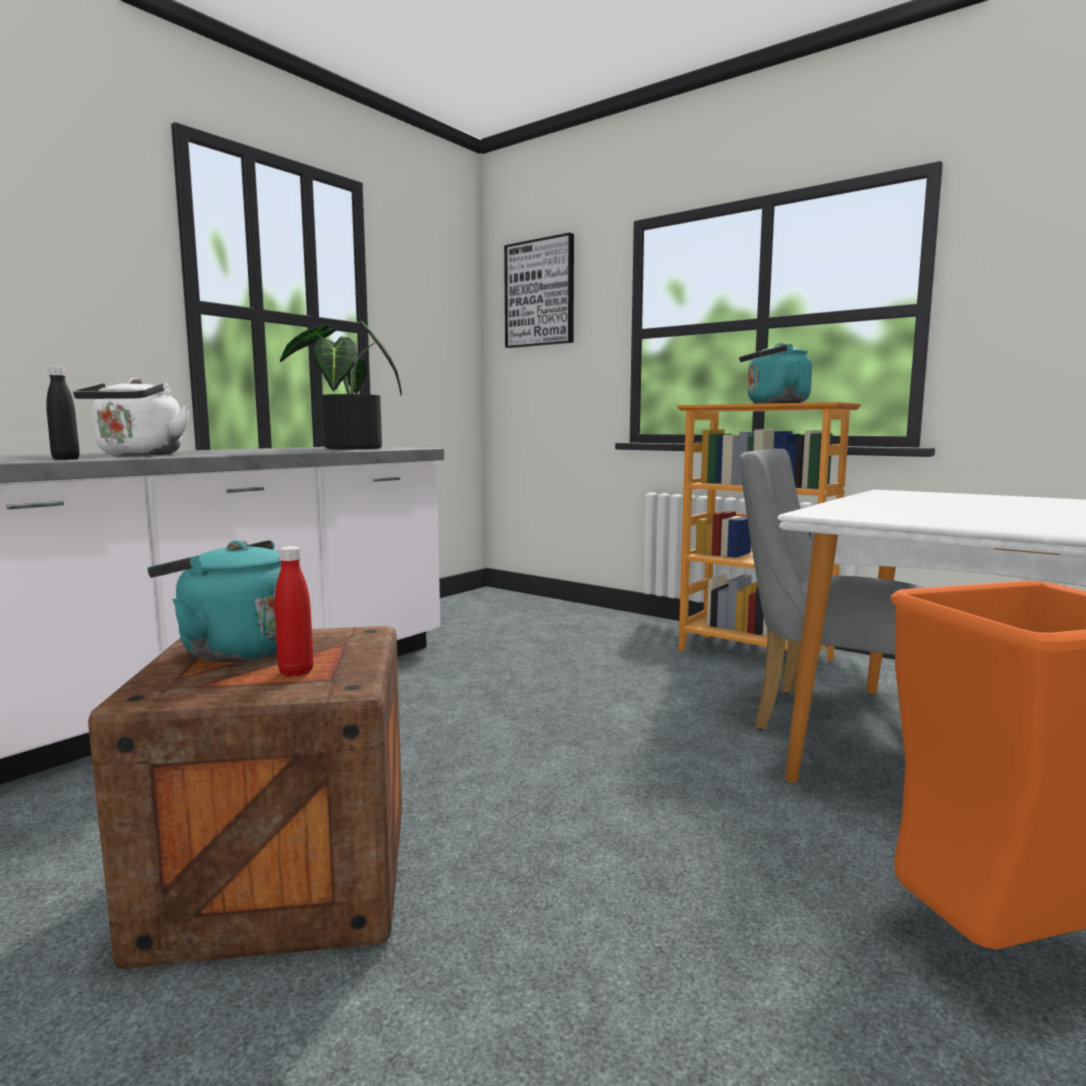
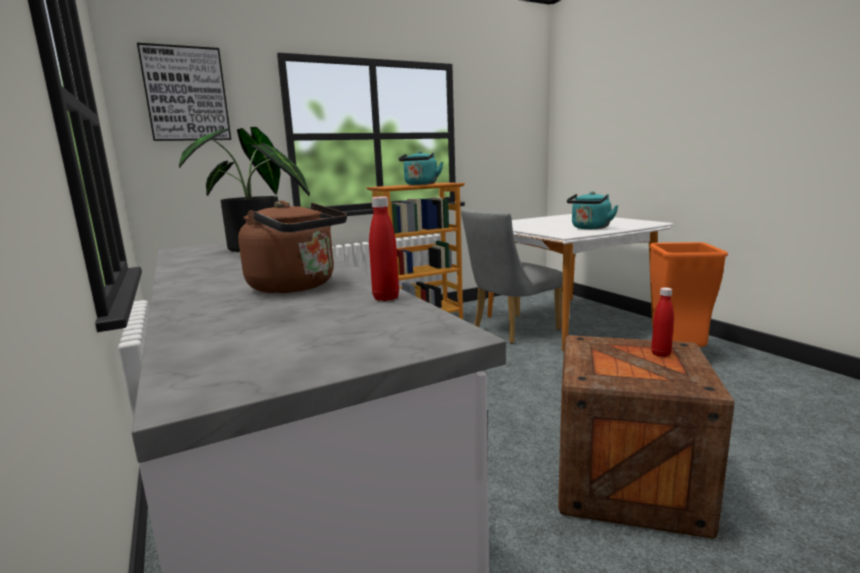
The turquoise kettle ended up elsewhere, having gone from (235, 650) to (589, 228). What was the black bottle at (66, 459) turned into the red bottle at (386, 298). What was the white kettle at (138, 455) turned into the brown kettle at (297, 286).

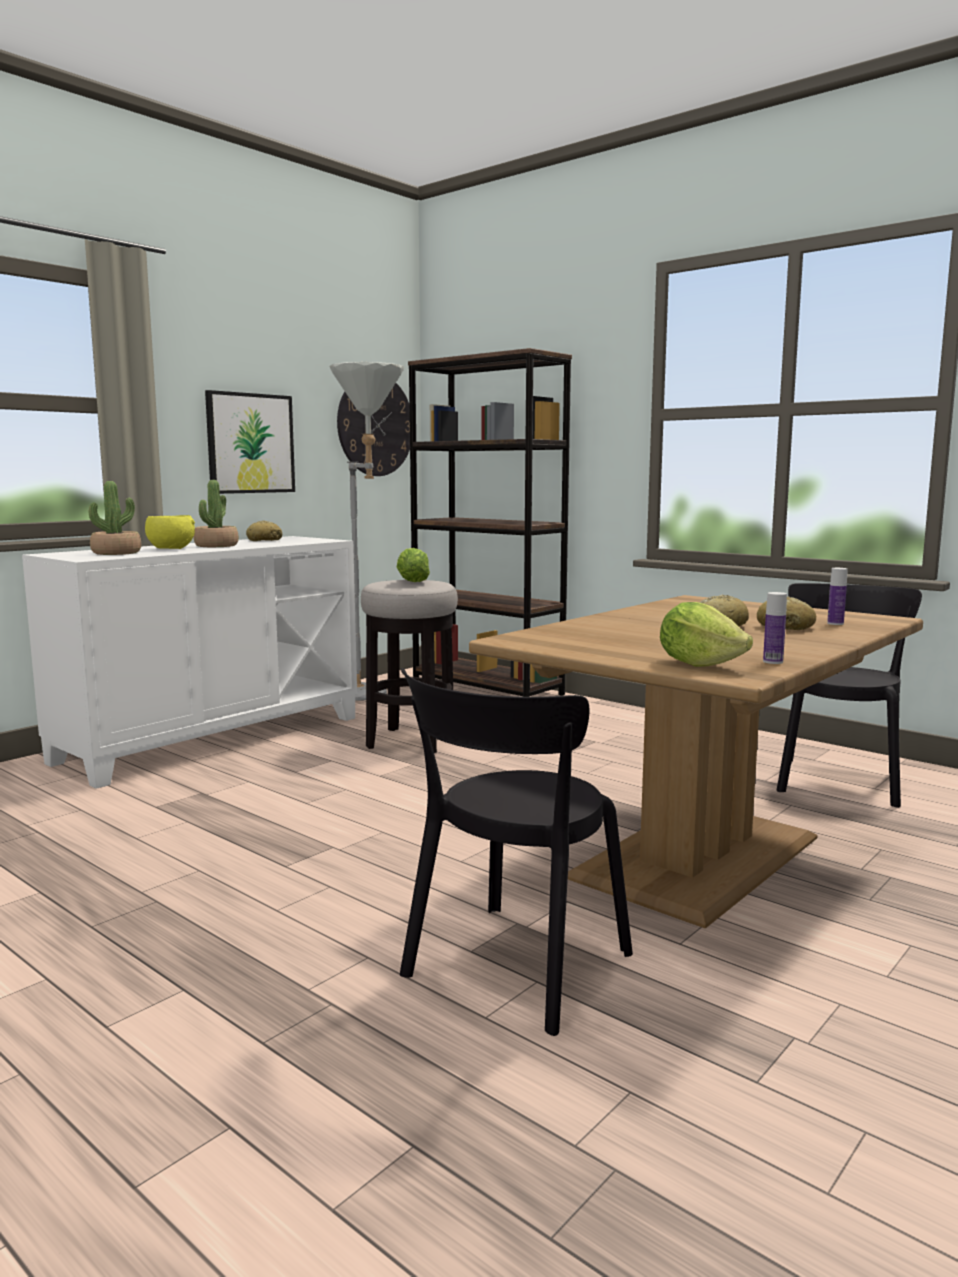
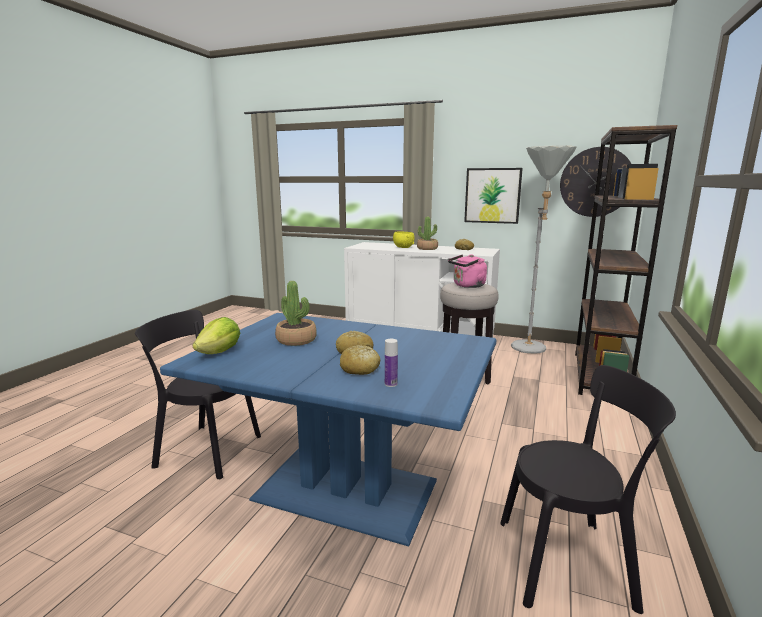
The second view lost the bottle at (773, 662). The potted plant ended up elsewhere, having gone from (116, 553) to (296, 340). Where the lettuce stood at (412, 582), the pink kettle came to stand at (467, 286). What was the brown dining table at (700, 858) turned into the blue dining table at (345, 491).

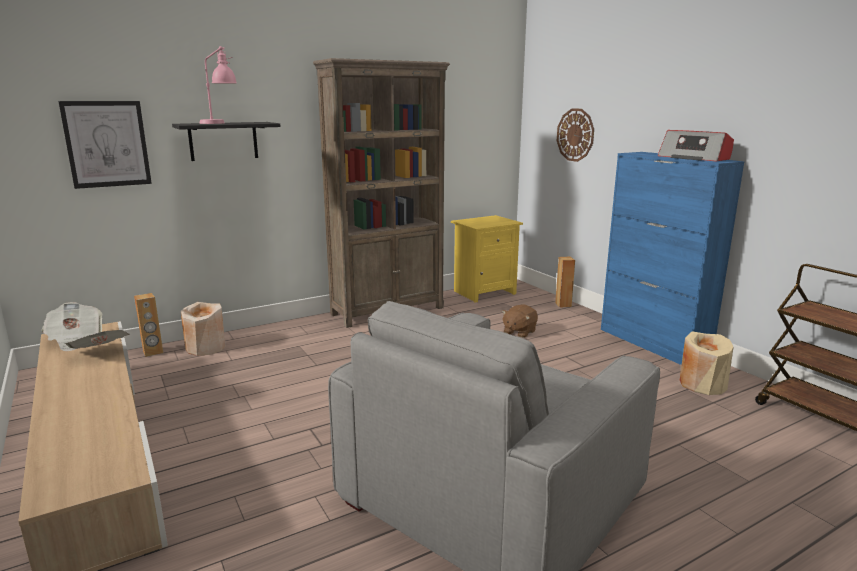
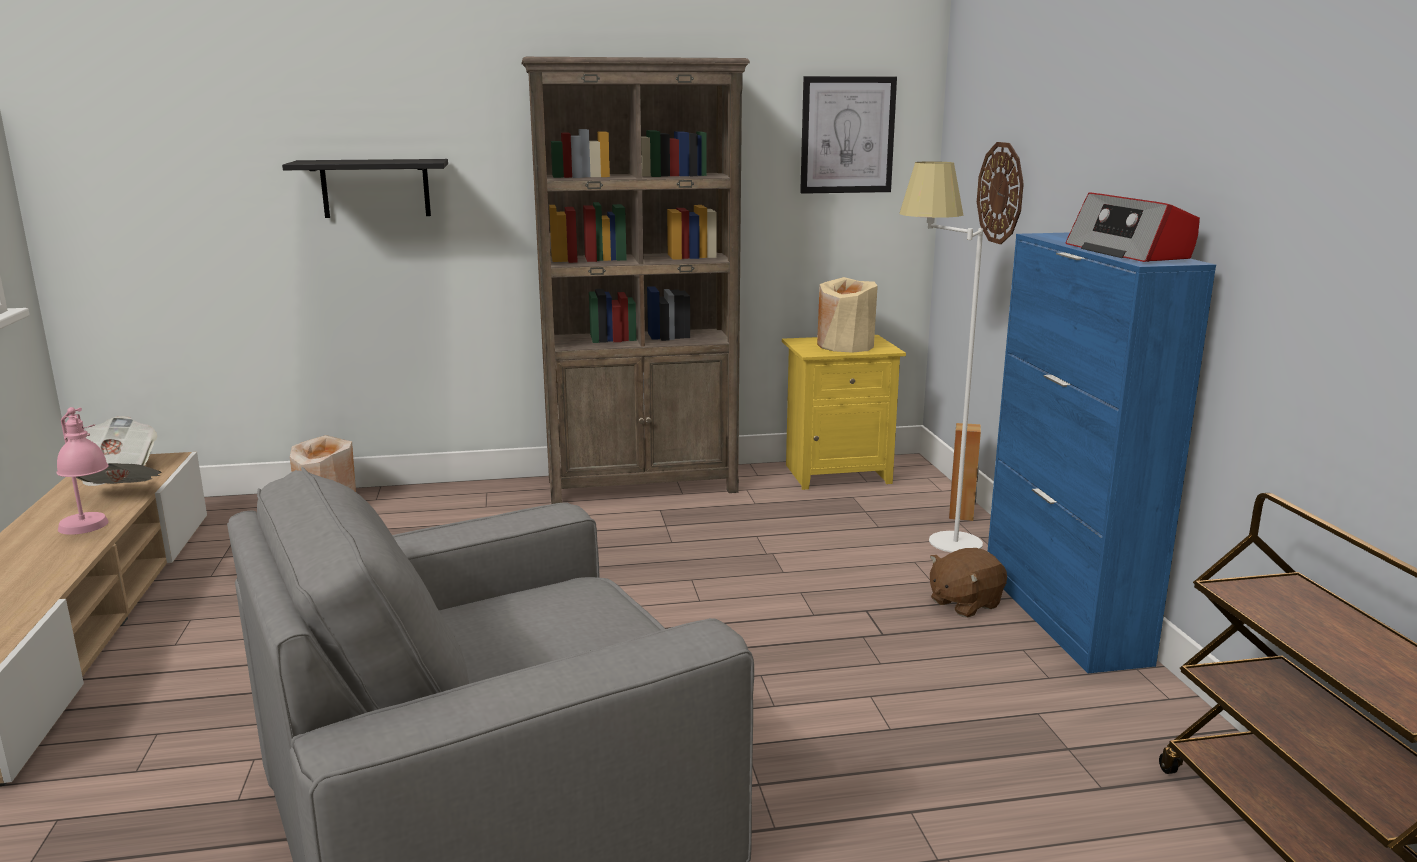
The second view lost the brown speaker at (153, 352). The second view gained the white floor lamp at (930, 540). The picture ended up elsewhere, having gone from (107, 144) to (847, 135). The pink table lamp ended up elsewhere, having gone from (220, 123) to (90, 531). The brown plush toy ended up elsewhere, having gone from (519, 332) to (964, 603). The beige vase ended up elsewhere, having gone from (702, 384) to (845, 346).

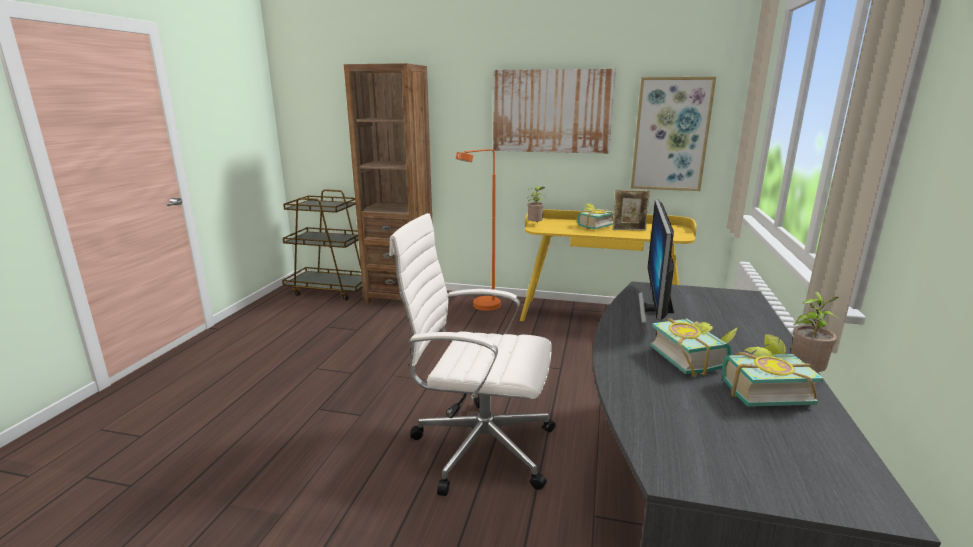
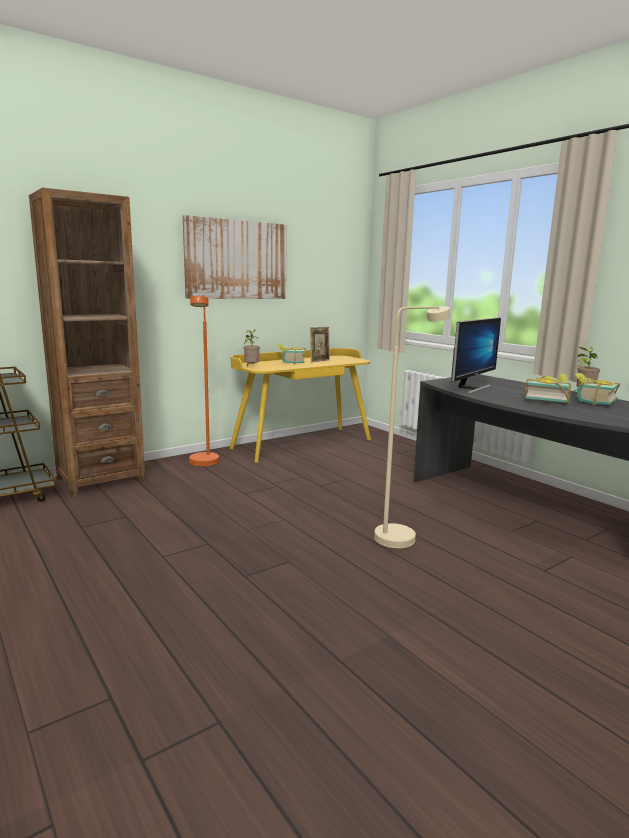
The second view lost the picture at (671, 135). Where the white office chair stood at (479, 446), the beige floor lamp came to stand at (401, 535). The monitor at (654, 309) ended up facing another way, 105 degrees counterclockwise from before.

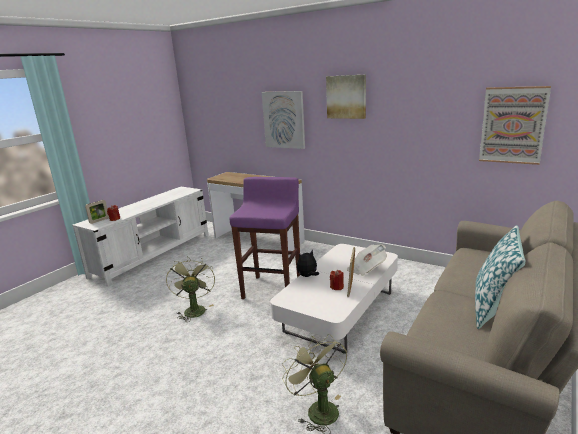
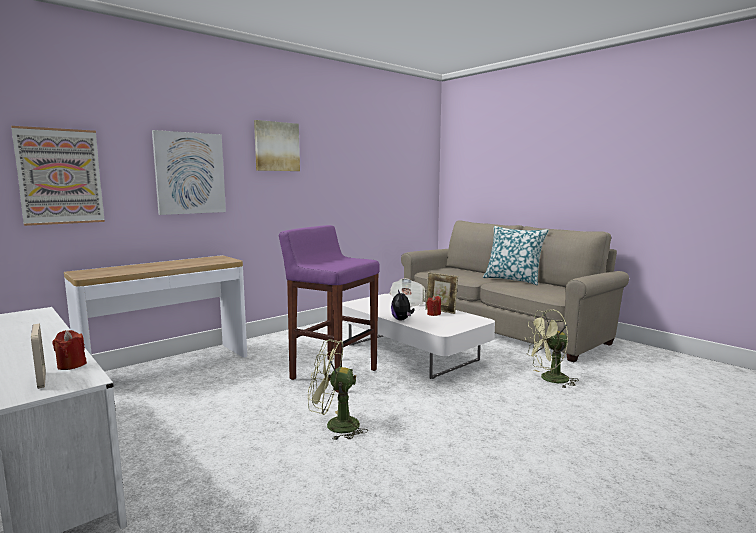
The picture ended up elsewhere, having gone from (512, 125) to (60, 176).

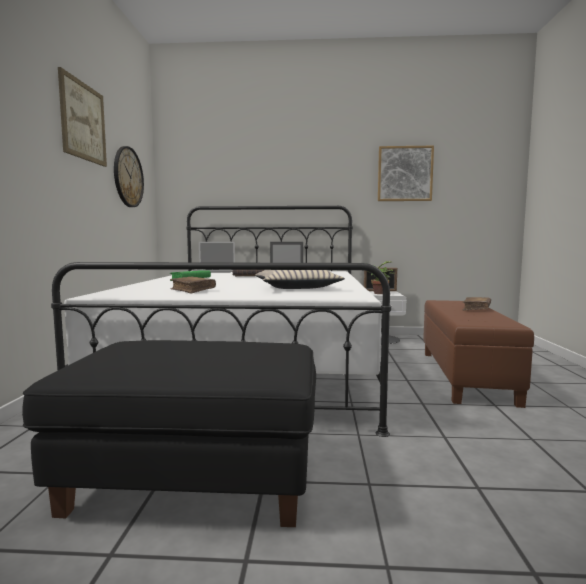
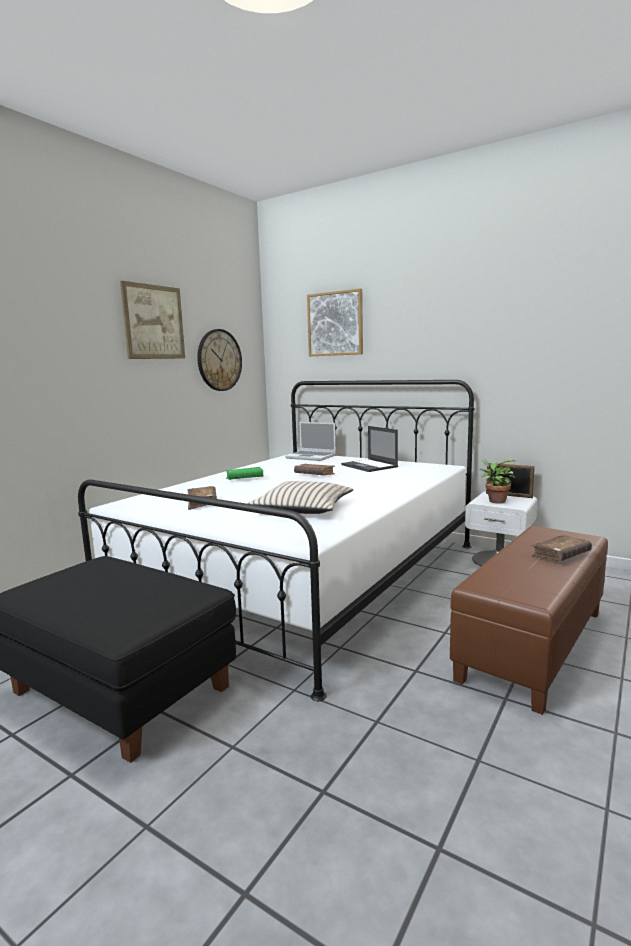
The picture ended up elsewhere, having gone from (405, 174) to (335, 324).

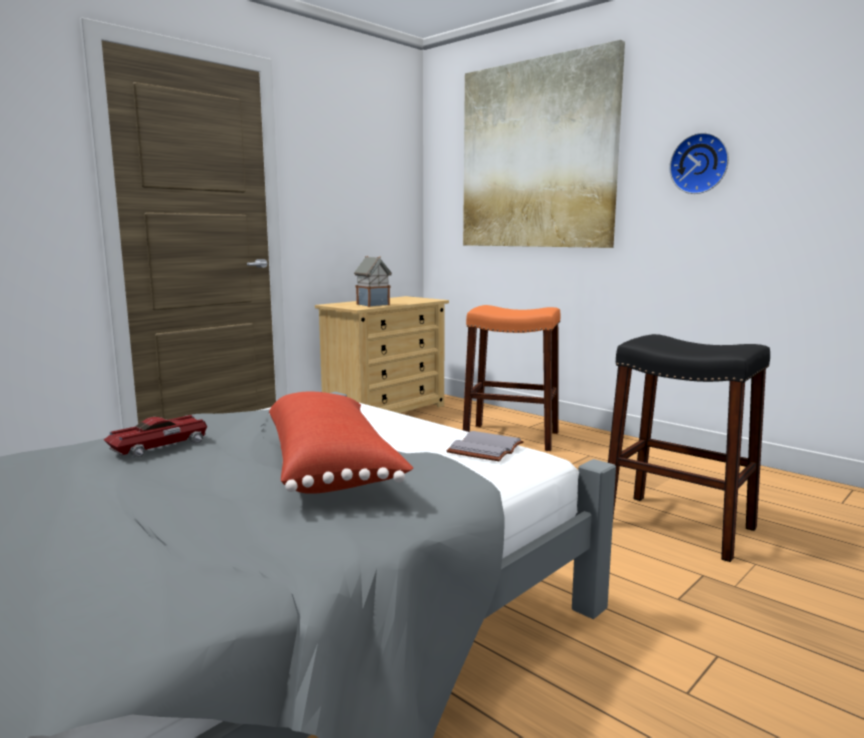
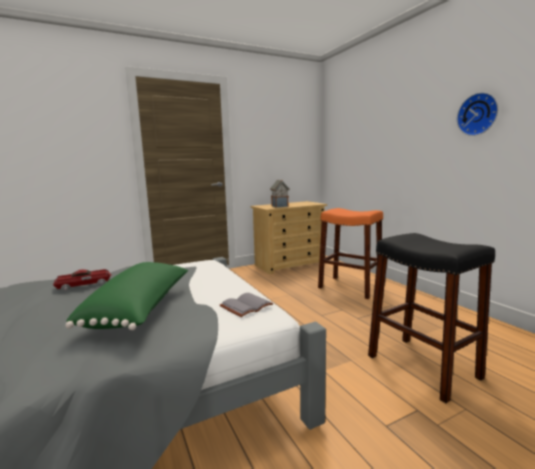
The second view lost the picture at (537, 155). What was the red pillow at (331, 467) turned into the green pillow at (142, 309).

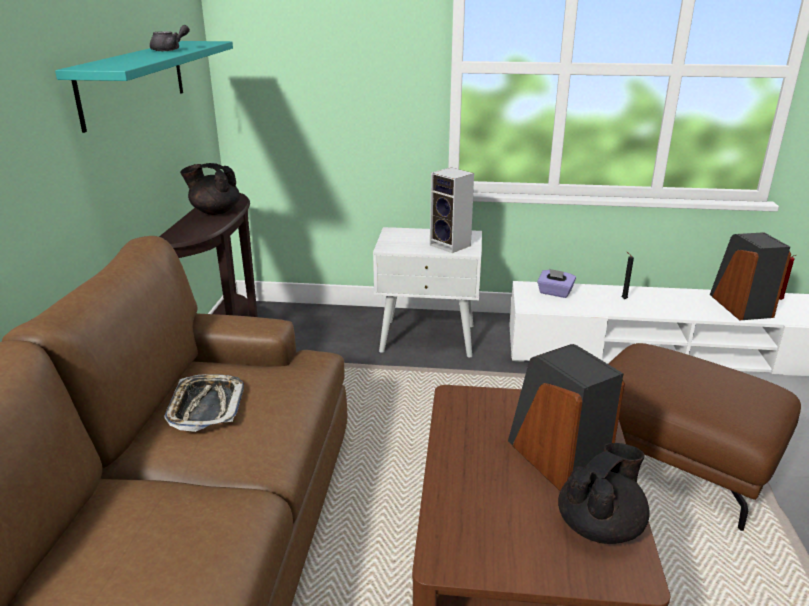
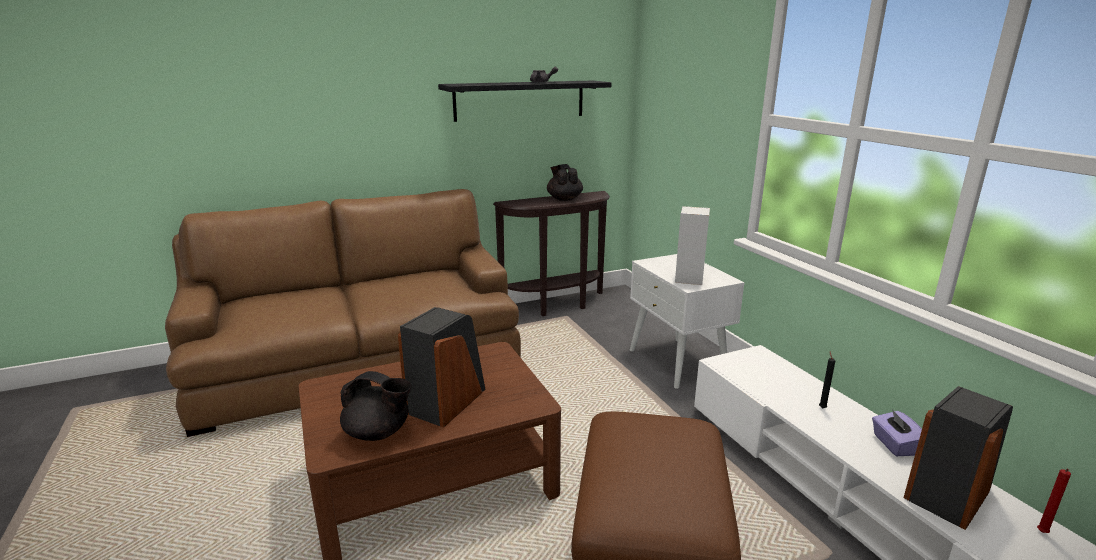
The second view lost the tray at (206, 407). The purple tissue box ended up elsewhere, having gone from (555, 293) to (894, 445). What was the turquoise shelf at (134, 81) turned into the black shelf at (520, 100).

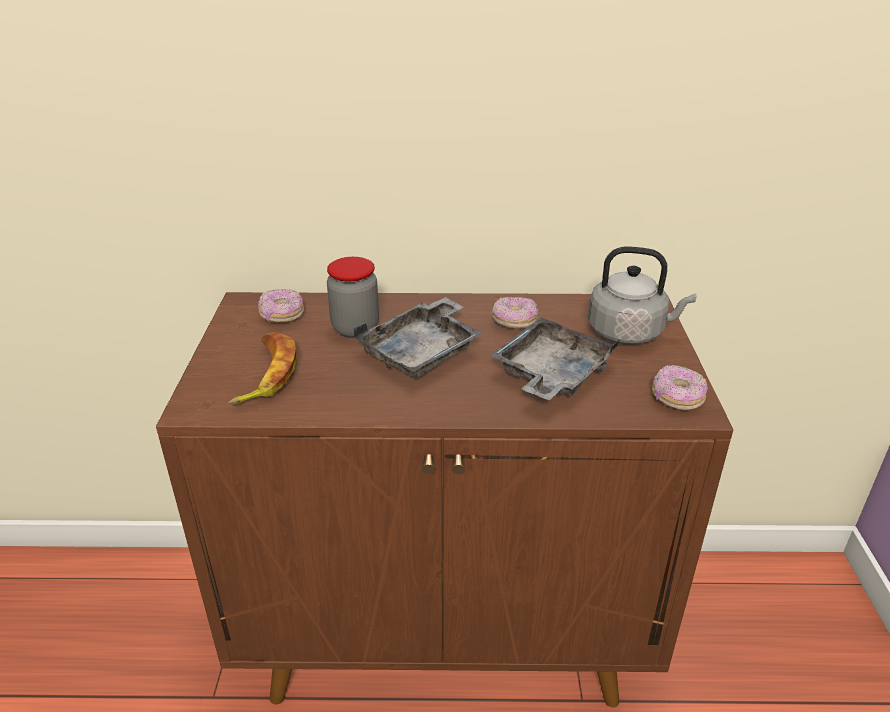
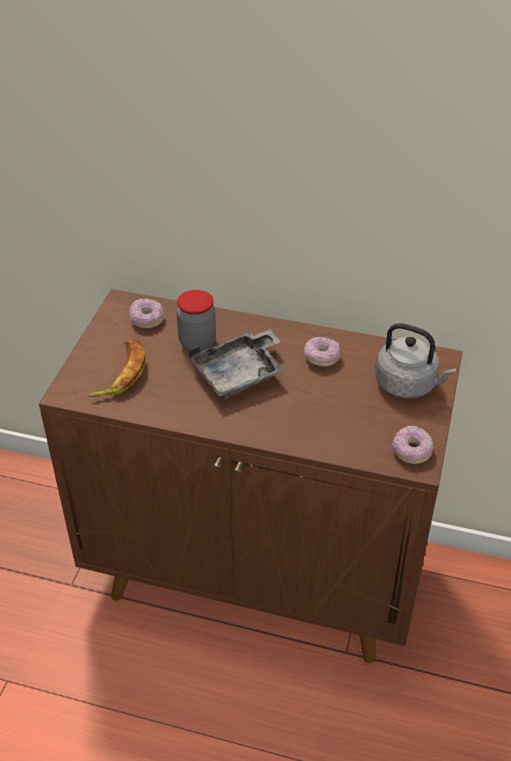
The second view lost the grey tray at (551, 374).

